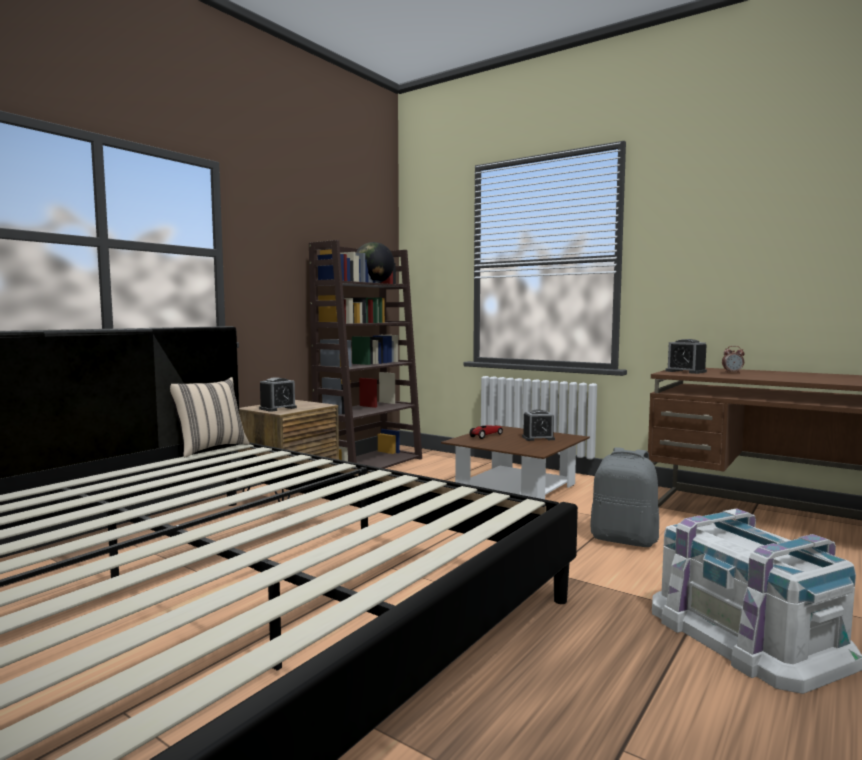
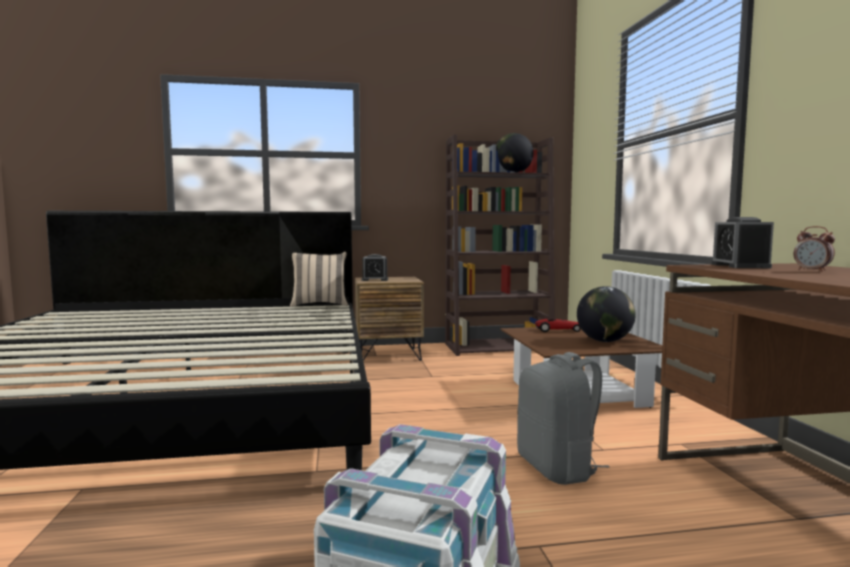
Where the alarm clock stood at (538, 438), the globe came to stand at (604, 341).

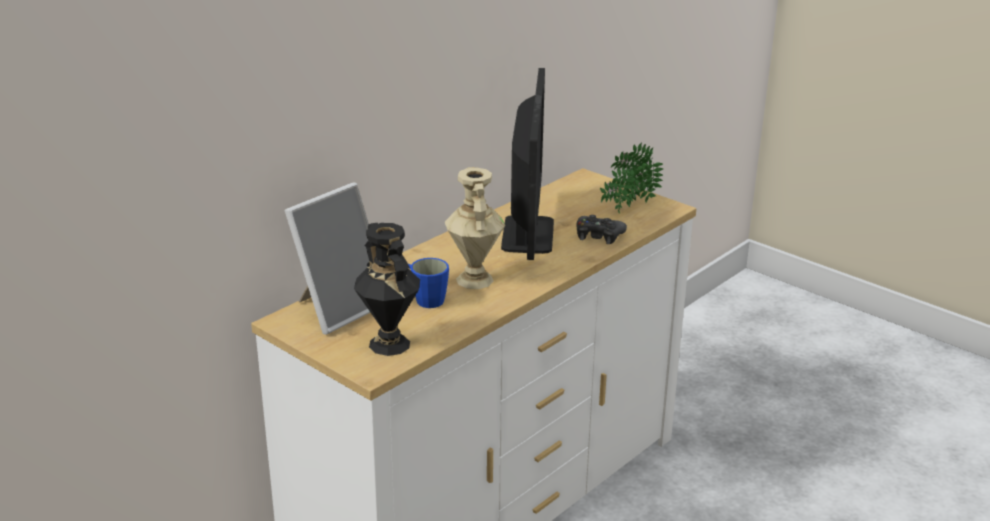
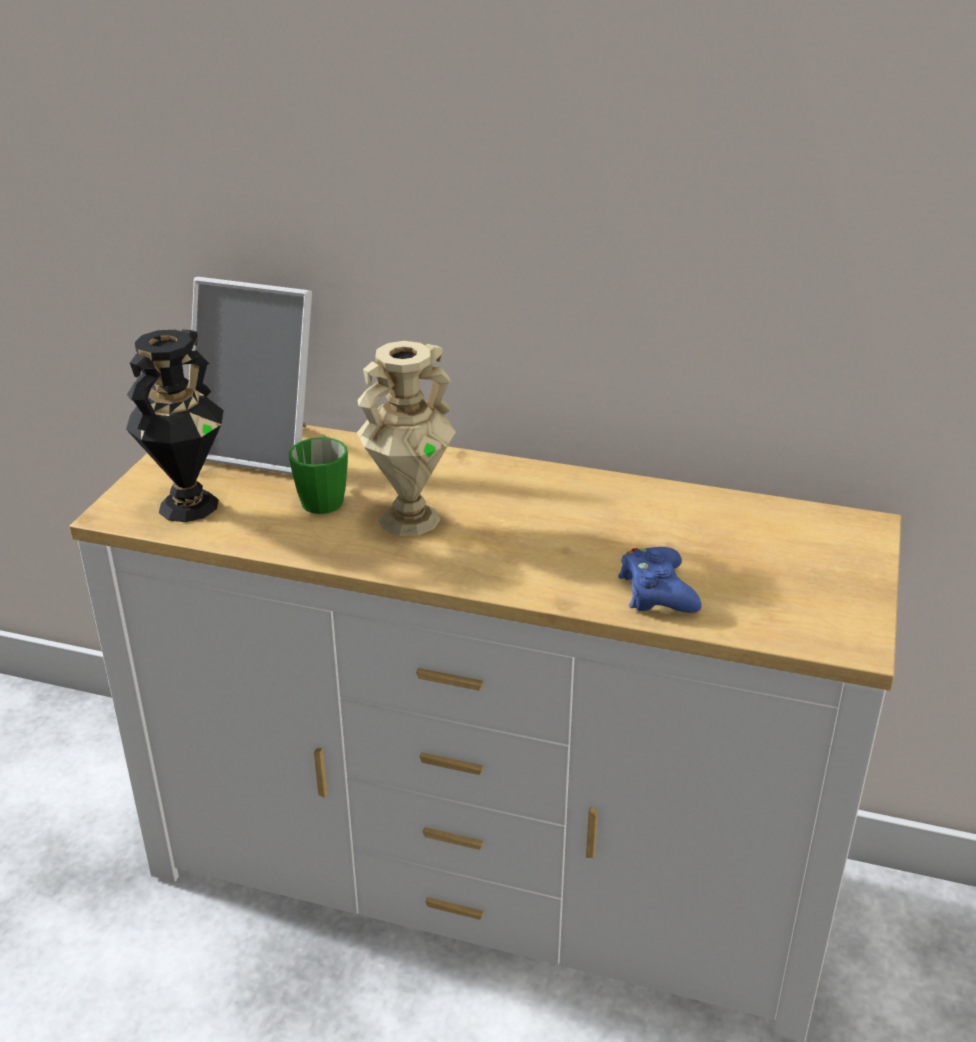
The second view lost the monitor at (527, 235). The second view lost the potted plant at (626, 208). What was the blue mug at (424, 299) turned into the green mug at (323, 497). What was the black game controller at (598, 236) turned into the blue game controller at (656, 592).

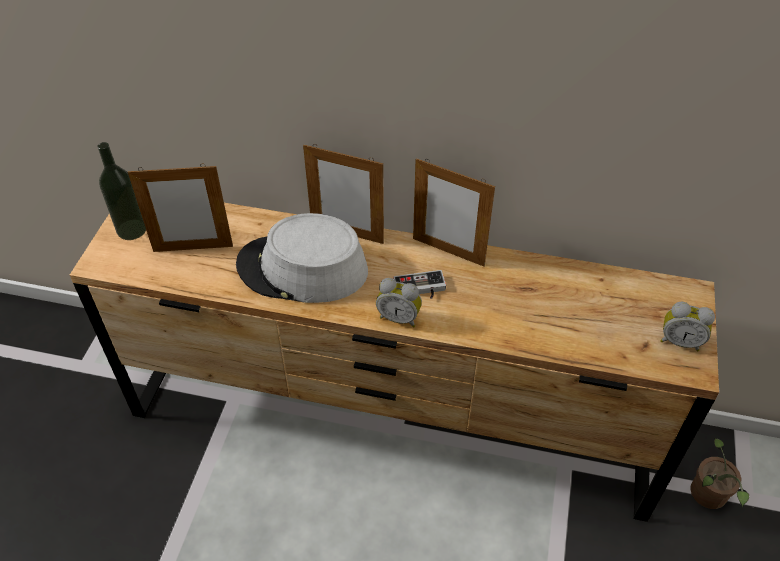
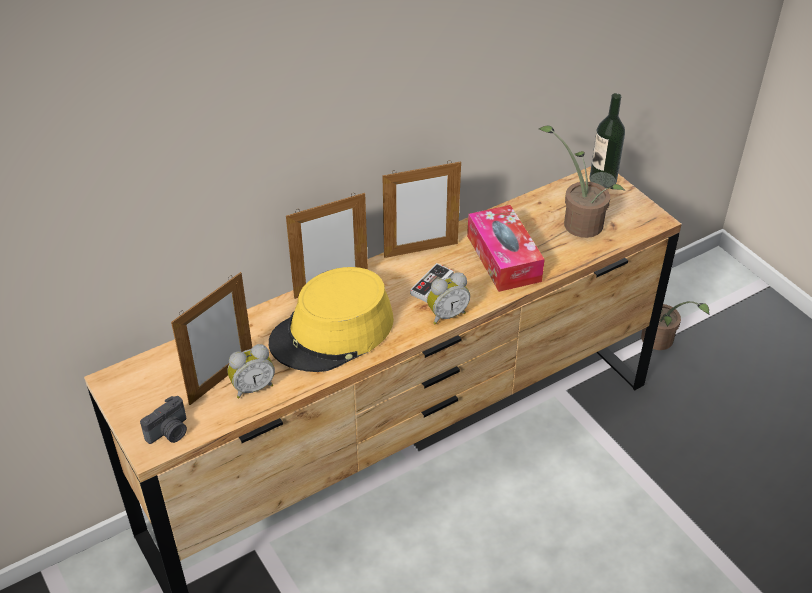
The second view gained the photo camera at (170, 432). The second view gained the tissue box at (503, 258). The second view gained the potted plant at (578, 221). The bottle ended up elsewhere, having gone from (131, 229) to (603, 180). The alarm clock ended up elsewhere, having gone from (680, 341) to (252, 387). What was the grey hat at (302, 269) turned into the yellow hat at (332, 332).

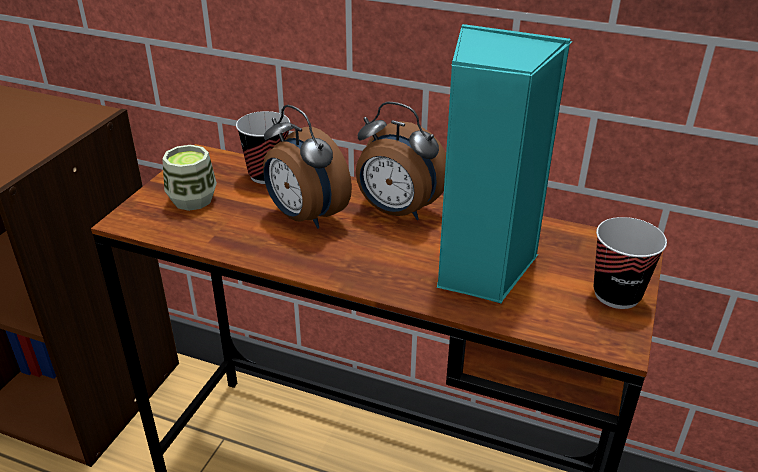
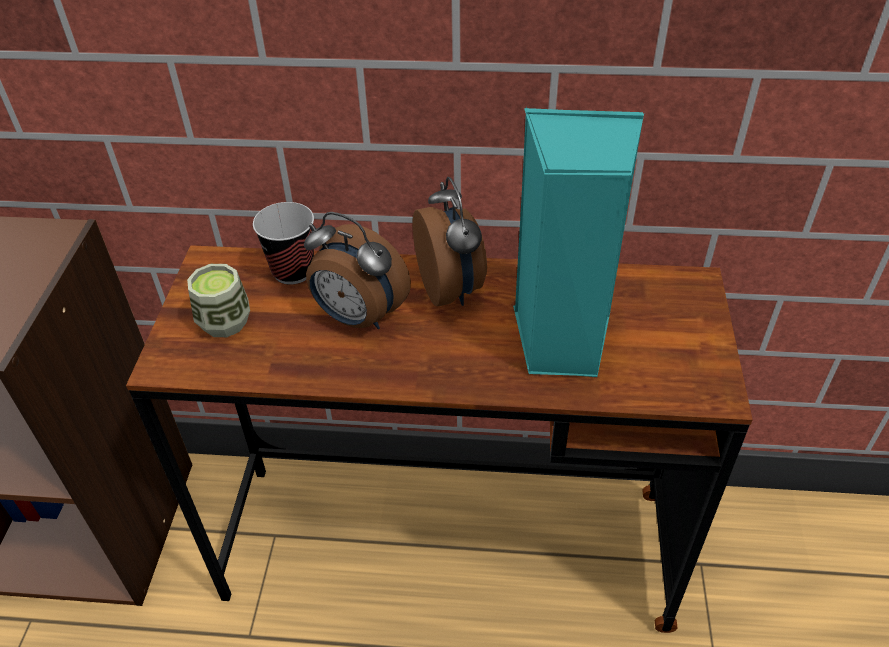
The second view lost the cup at (616, 294). The alarm clock at (397, 211) ended up facing another way, 120 degrees counterclockwise from before.

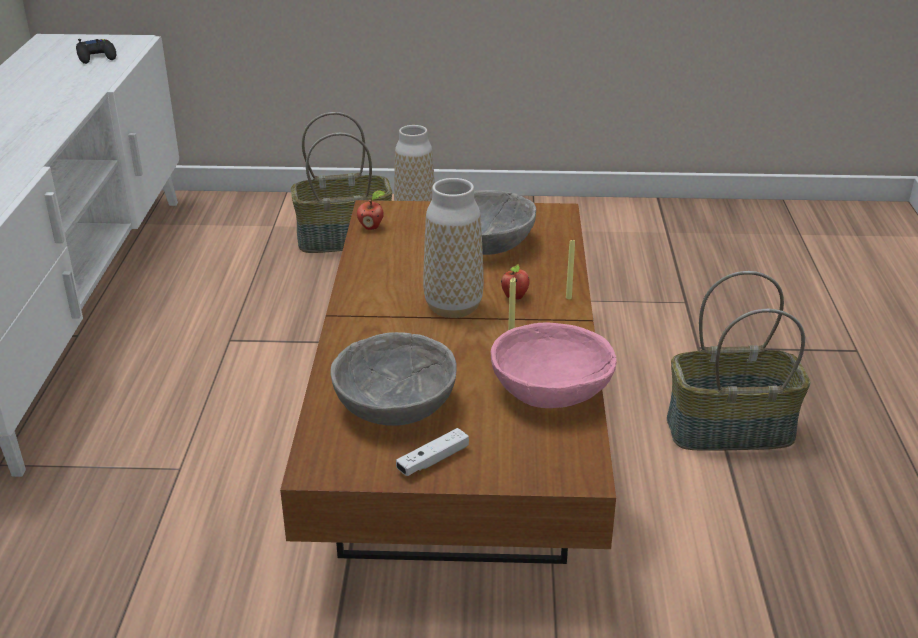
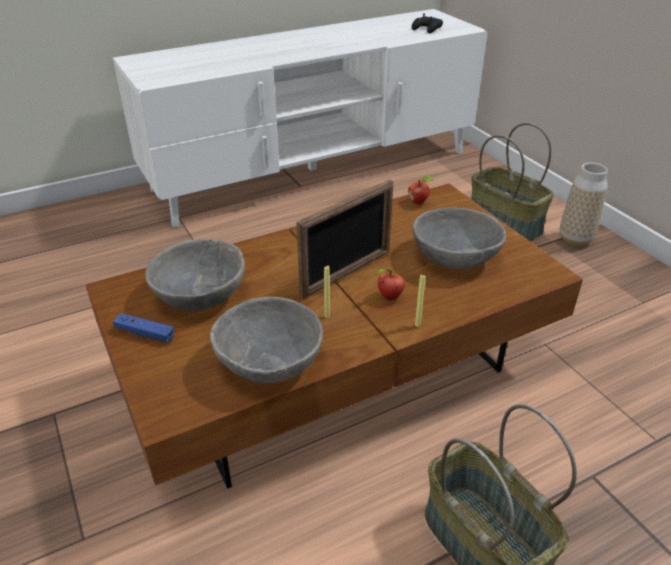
Where the vase stood at (453, 307), the picture frame came to stand at (347, 274). What was the white game controller at (433, 460) turned into the blue game controller at (145, 333). What was the pink bowl at (550, 391) turned into the grey bowl at (268, 361).

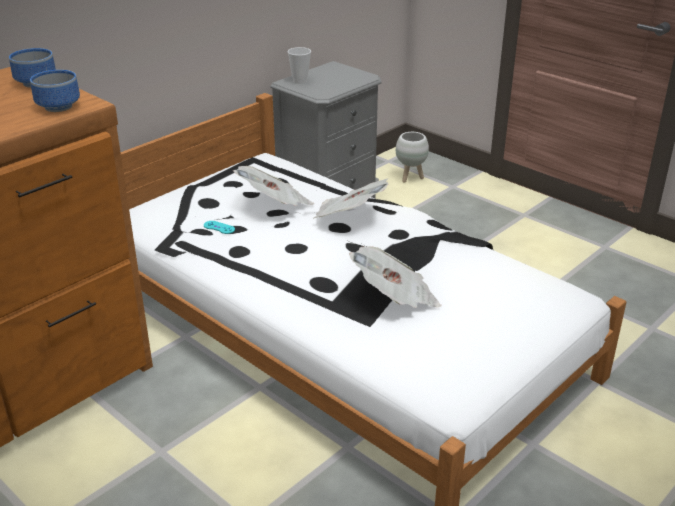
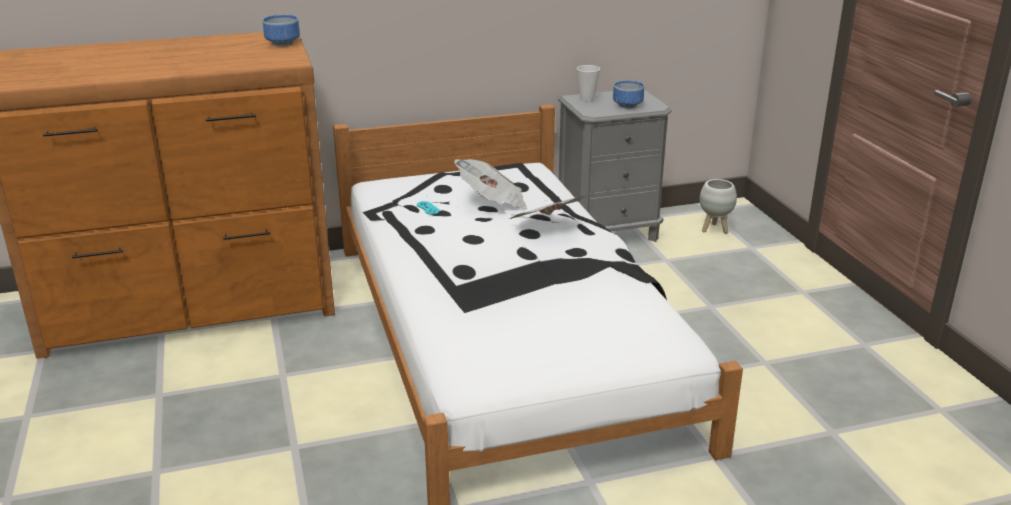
The second view lost the newspaper at (395, 298). The bowl ended up elsewhere, having gone from (57, 106) to (626, 105).

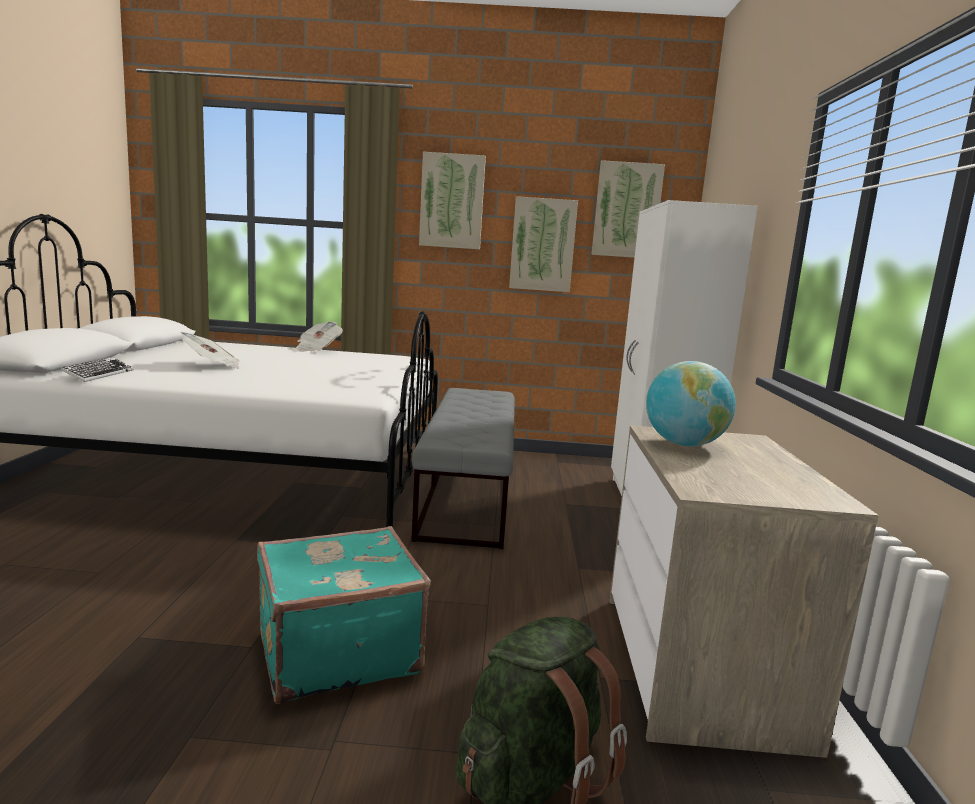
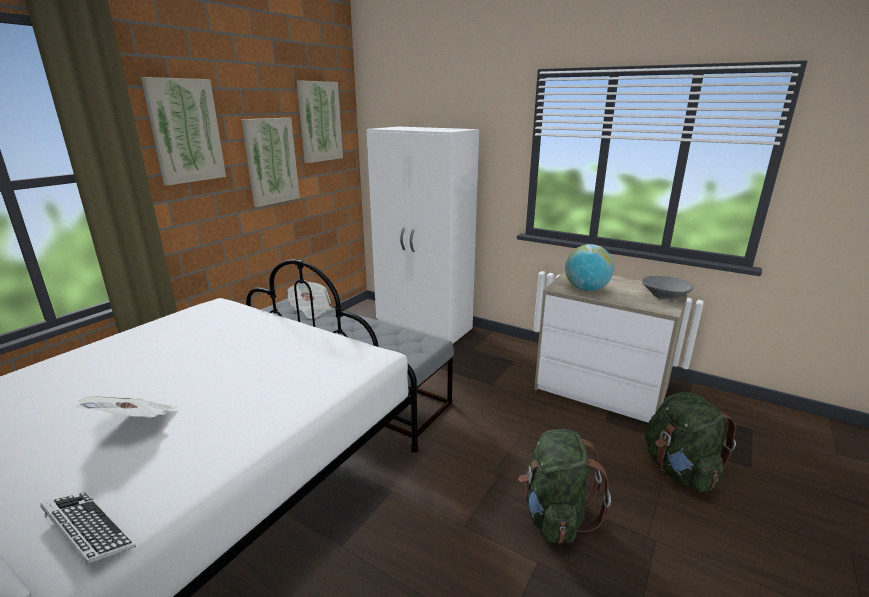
The second view gained the grey bowl at (664, 296). The newspaper ended up elsewhere, having gone from (317, 349) to (310, 310). Where the turquoise suitcase stood at (336, 650), the green backpack came to stand at (555, 515).

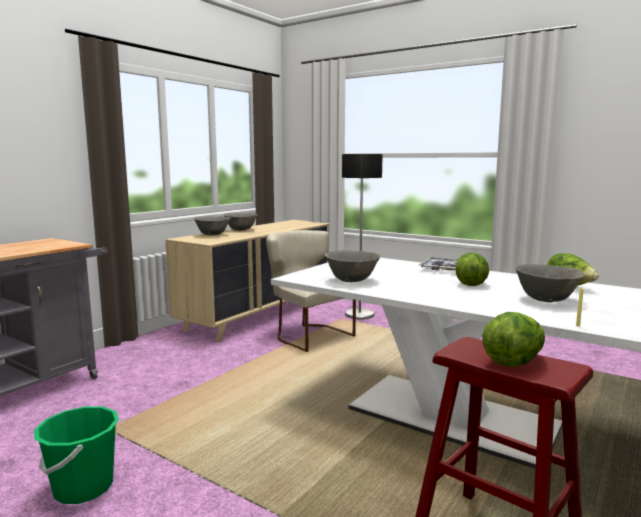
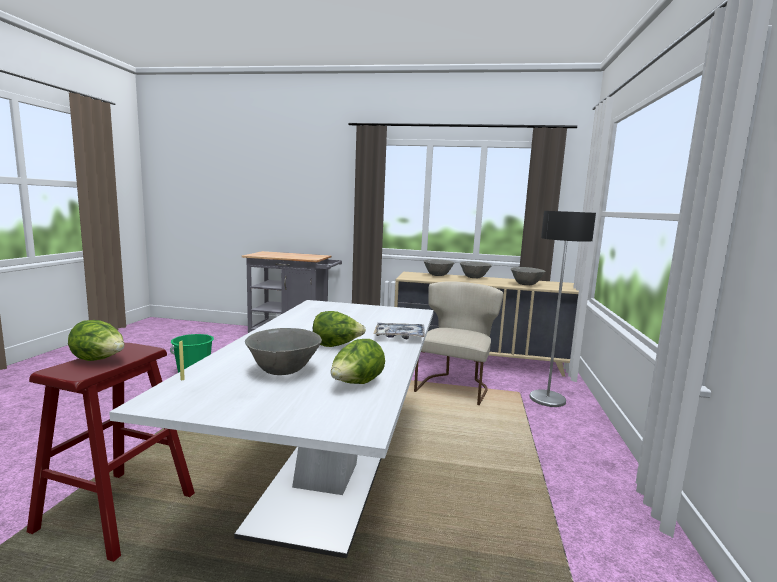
The grey bowl ended up elsewhere, having gone from (351, 280) to (526, 285).

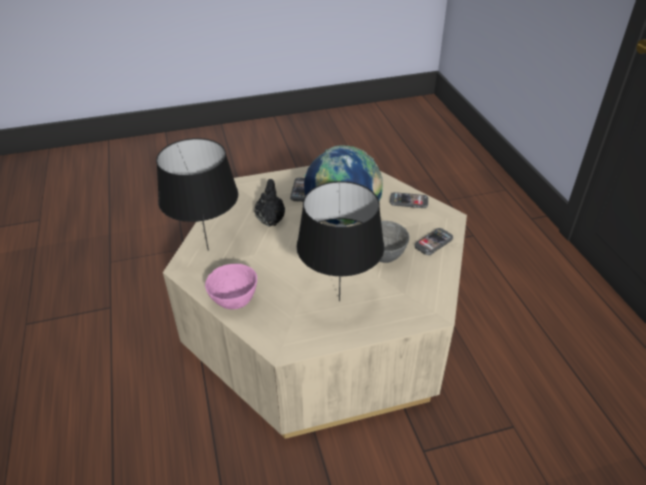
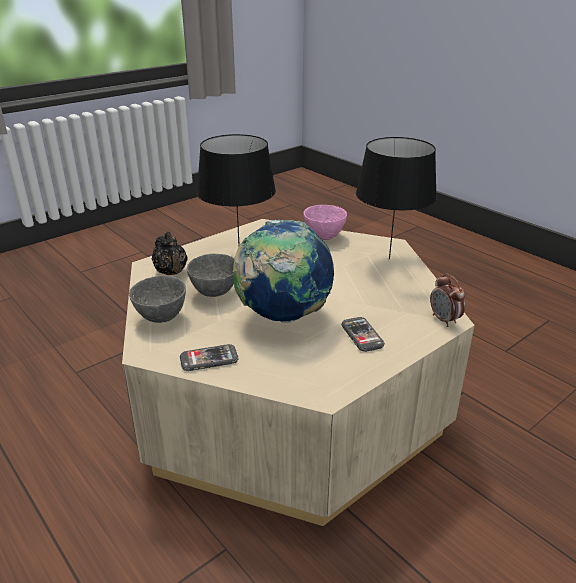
The second view gained the alarm clock at (444, 320). The black teapot ended up elsewhere, having gone from (270, 219) to (171, 273). Where the phone stood at (433, 242), the grey bowl came to stand at (162, 318).

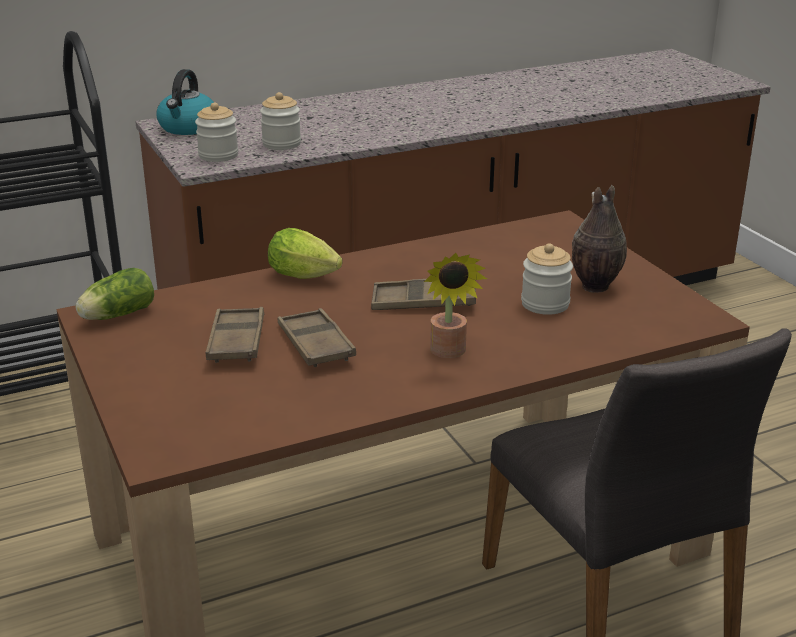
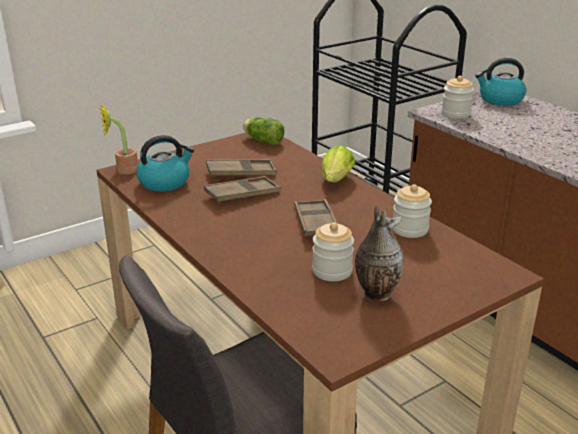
The second view gained the kettle at (165, 182). The jar ended up elsewhere, having gone from (281, 144) to (410, 229). The potted plant ended up elsewhere, having gone from (449, 353) to (123, 170).

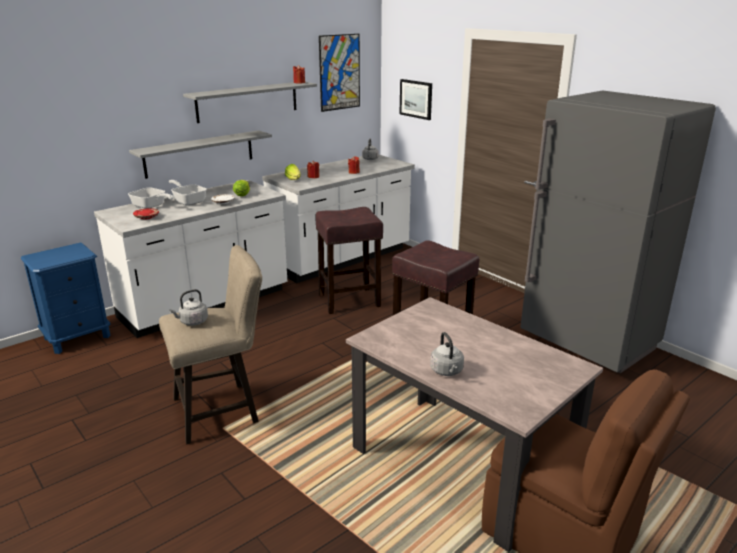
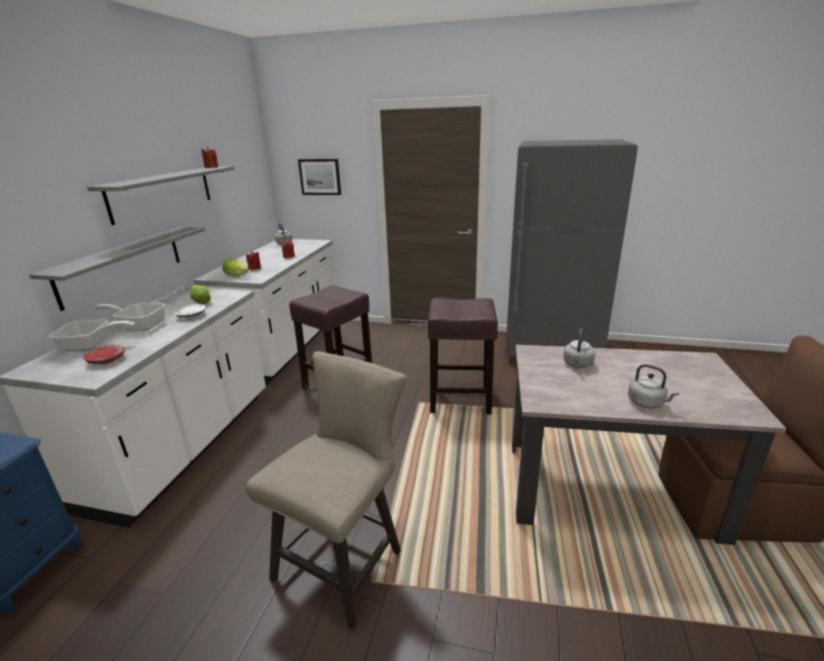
The second view lost the picture at (339, 72). The grey kettle ended up elsewhere, having gone from (192, 322) to (577, 364).

